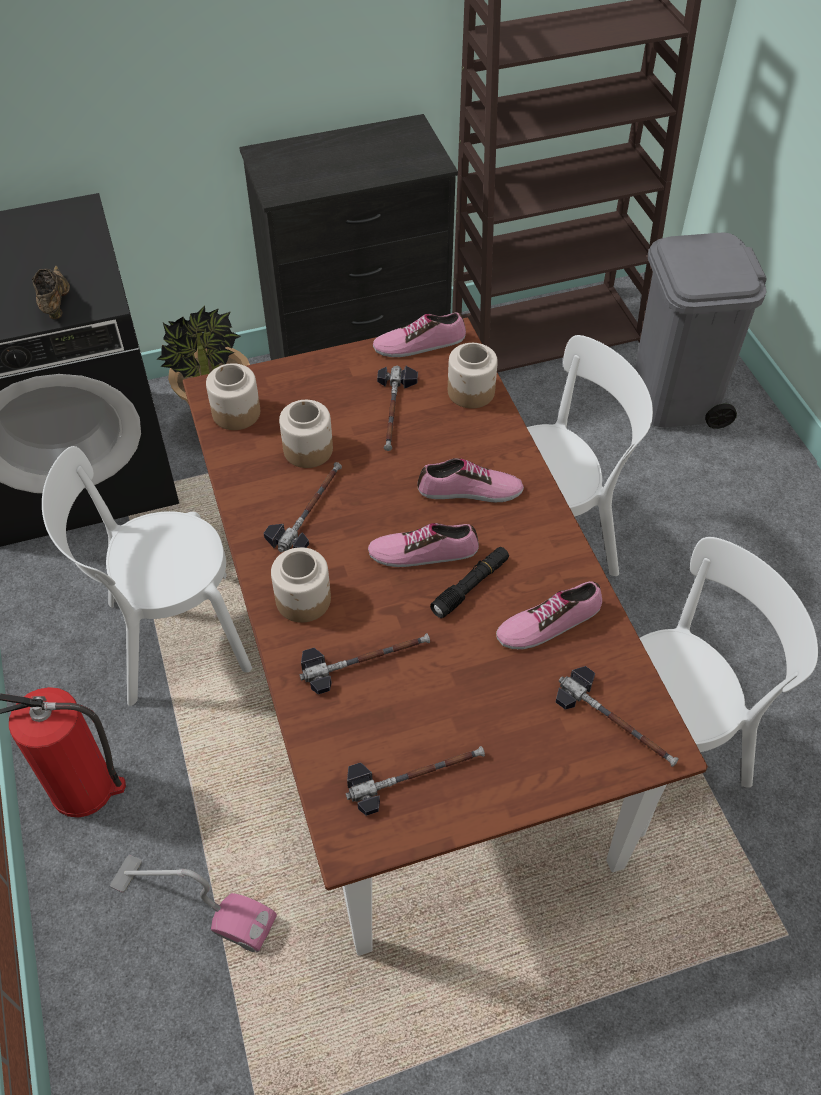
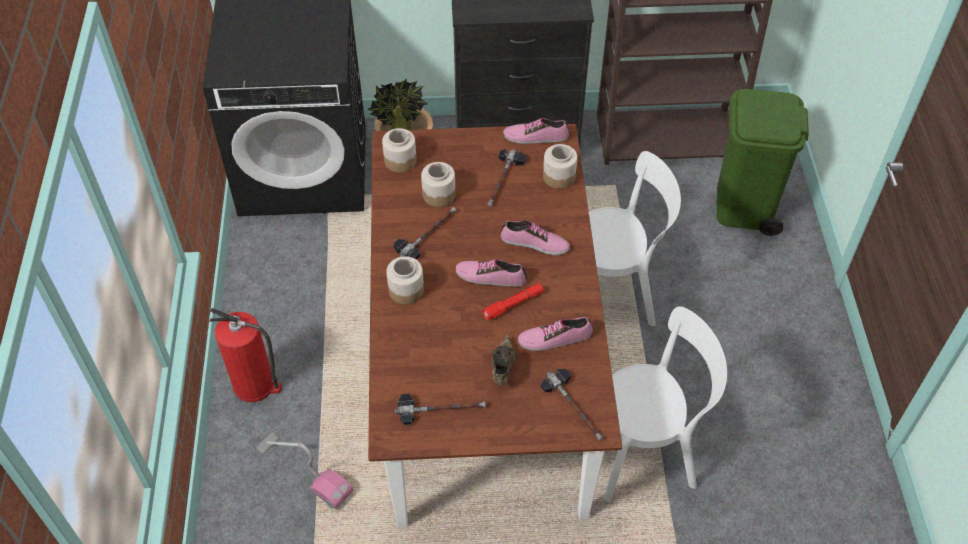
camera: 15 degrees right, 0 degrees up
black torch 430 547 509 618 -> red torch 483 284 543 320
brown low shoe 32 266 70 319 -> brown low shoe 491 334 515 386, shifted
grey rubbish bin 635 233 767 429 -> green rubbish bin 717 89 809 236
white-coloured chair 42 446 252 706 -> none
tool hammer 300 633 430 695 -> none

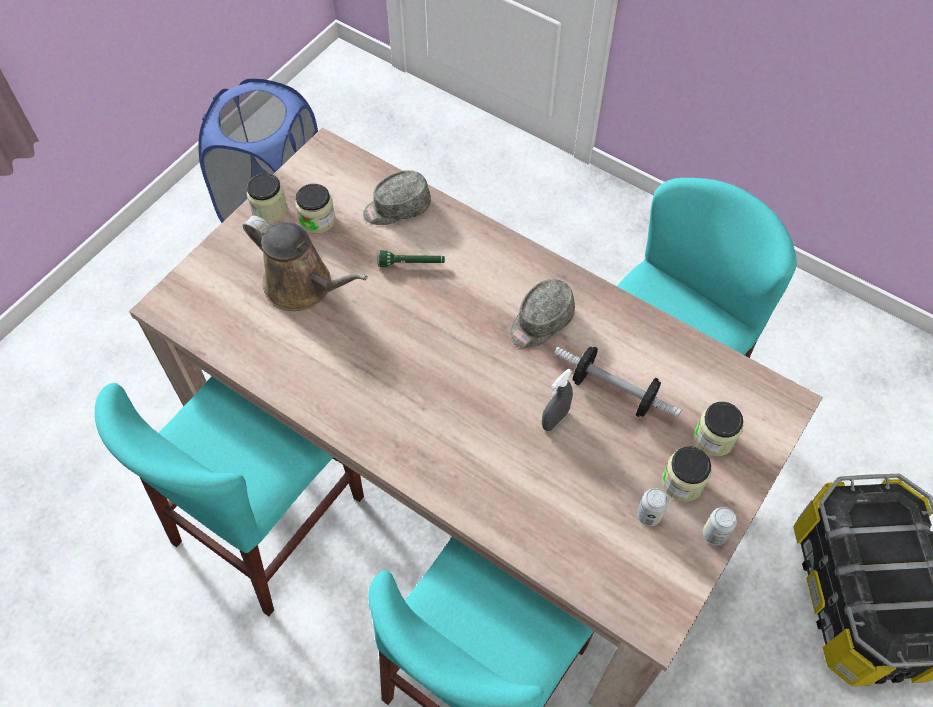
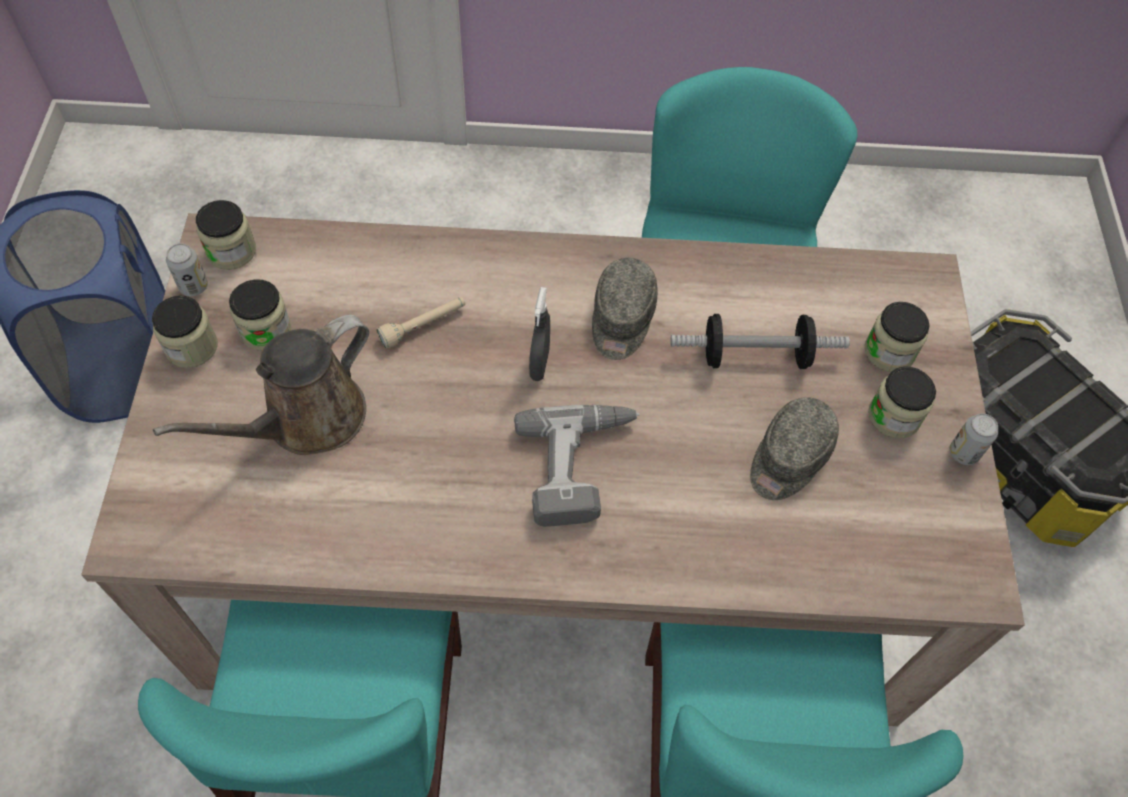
camera: 35 degrees left, 0 degrees up
brown sprinkling can 243 215 368 311 -> brown sprinkling can 153 315 369 455, 135 degrees clockwise
metal can 637 488 669 526 -> metal can 166 243 208 296, shifted
none -> jar 196 200 256 270
green torch 378 250 445 267 -> beige torch 376 297 465 349
none -> electric drill 514 405 639 527
grey sprayer 542 368 573 431 -> grey sprayer 529 287 550 381, shifted
grey peaked cap 363 170 431 225 -> grey peaked cap 750 397 839 500, shifted

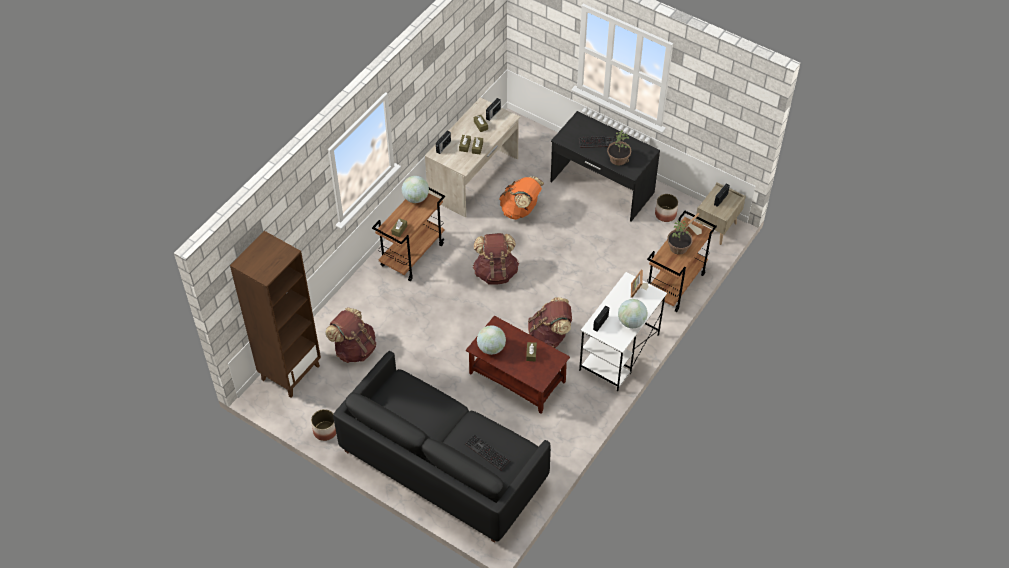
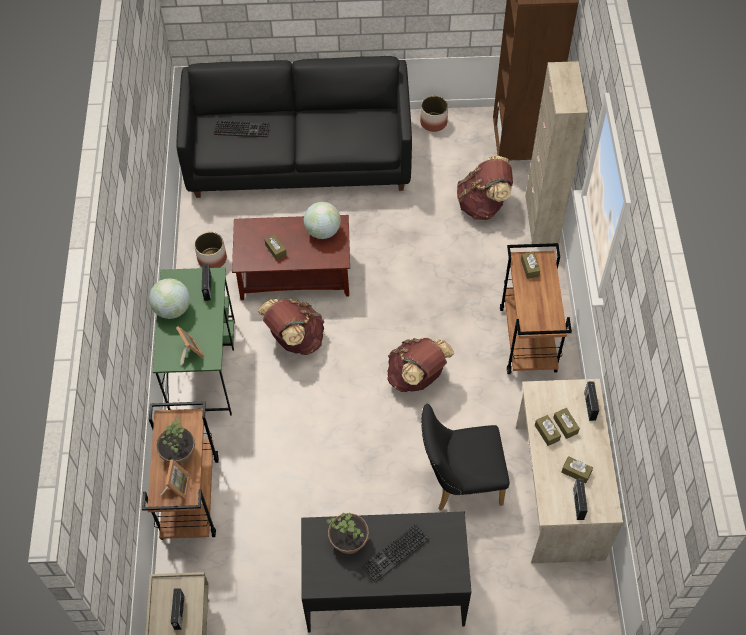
camera: 145 degrees right, 5 degrees up
white-coloured desk table 579 272 667 392 -> green desk table 153 267 235 416
flower pot 655 194 678 222 -> flower pot 194 232 227 268, shifted
orangey backpack 499 176 544 220 -> black chair 421 403 510 511
none -> beige cabinet 525 61 588 244
world globe 402 176 429 203 -> none

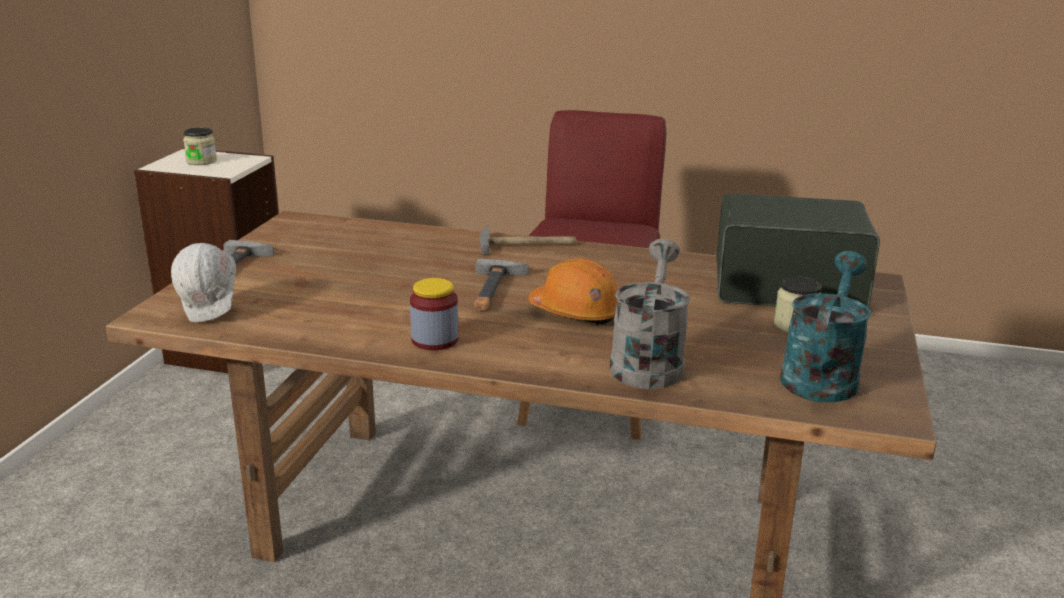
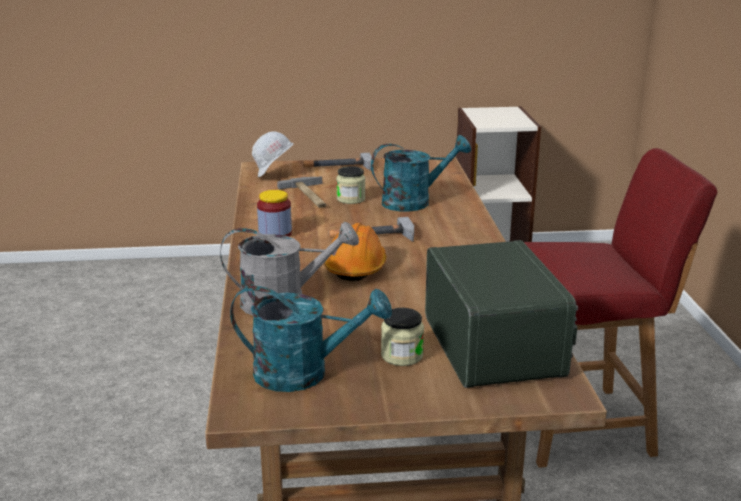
camera: 70 degrees right, 0 degrees up
tool hammer 480 225 576 255 -> tool hammer 277 177 326 208, shifted
jar 183 127 217 165 -> jar 336 166 365 204, shifted
none -> blue-green sprinkling can 371 135 471 212

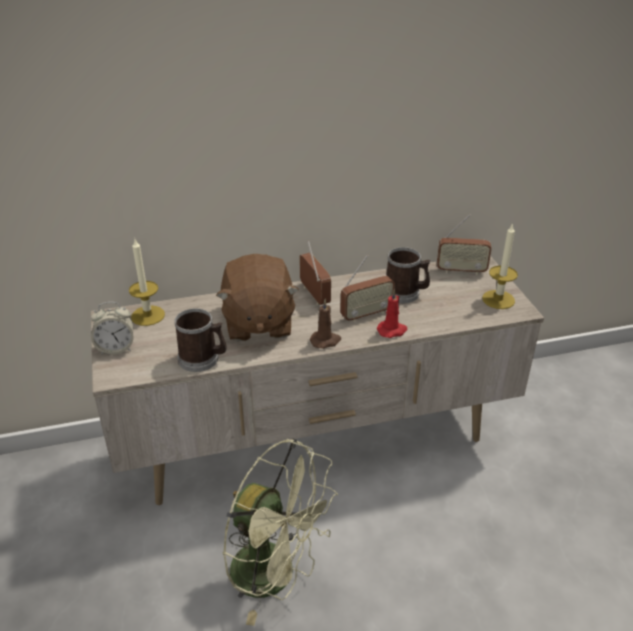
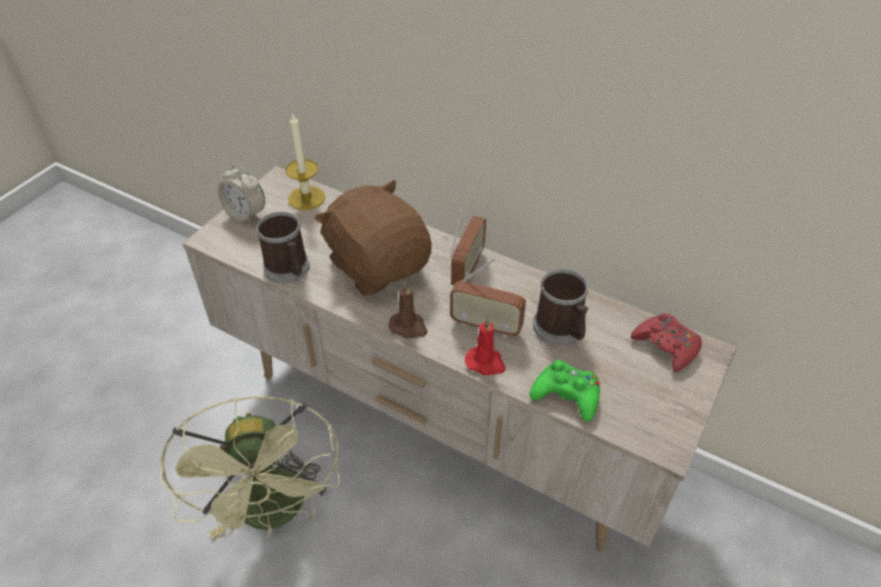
camera: 45 degrees right, 10 degrees up
brown plush toy 216 254 299 341 -> brown plush toy 314 180 432 295, 105 degrees clockwise
none -> green joypad 530 360 600 422
radio receiver 437 214 492 275 -> red joypad 631 314 702 372
candle 482 223 518 309 -> none

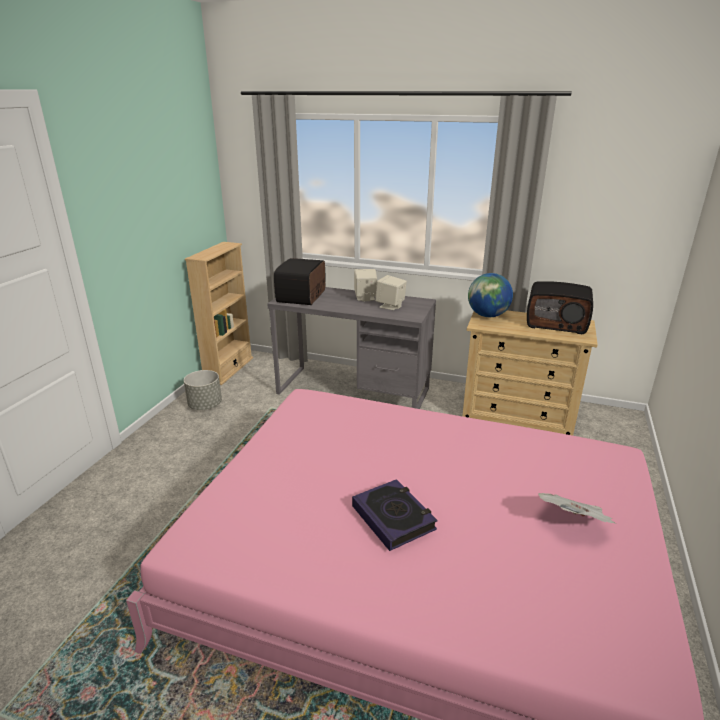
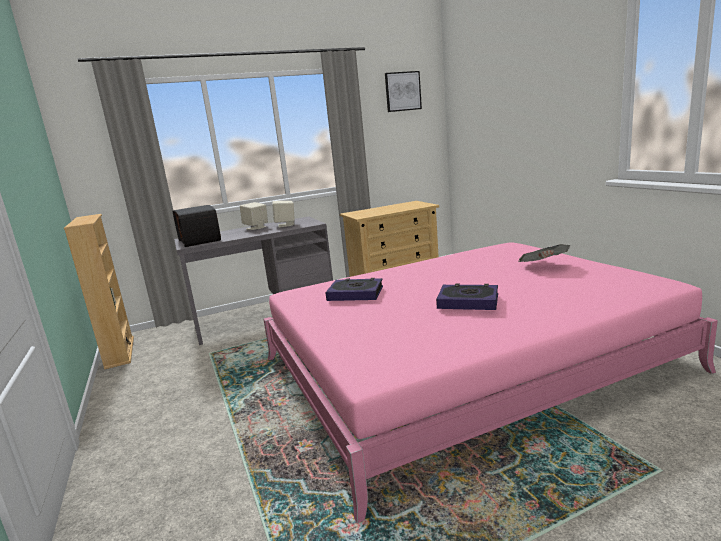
camera: 40 degrees left, 10 degrees down
none -> volume 325 278 383 301
none -> wall art 385 71 422 112
grey flower pot 184 370 222 410 -> none
world globe 468 273 513 317 -> none
radio receiver 527 281 593 334 -> none

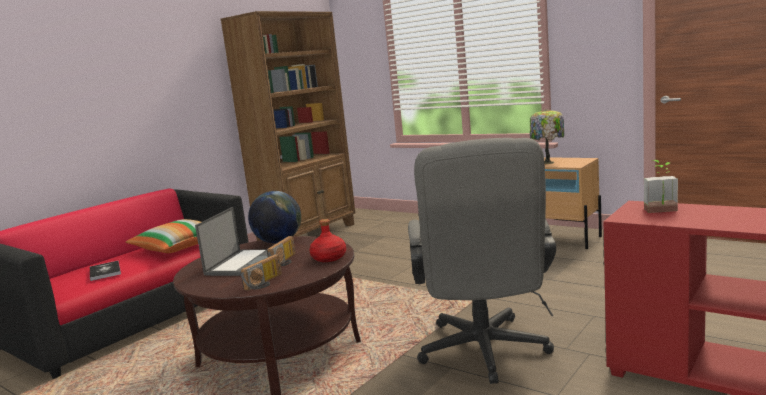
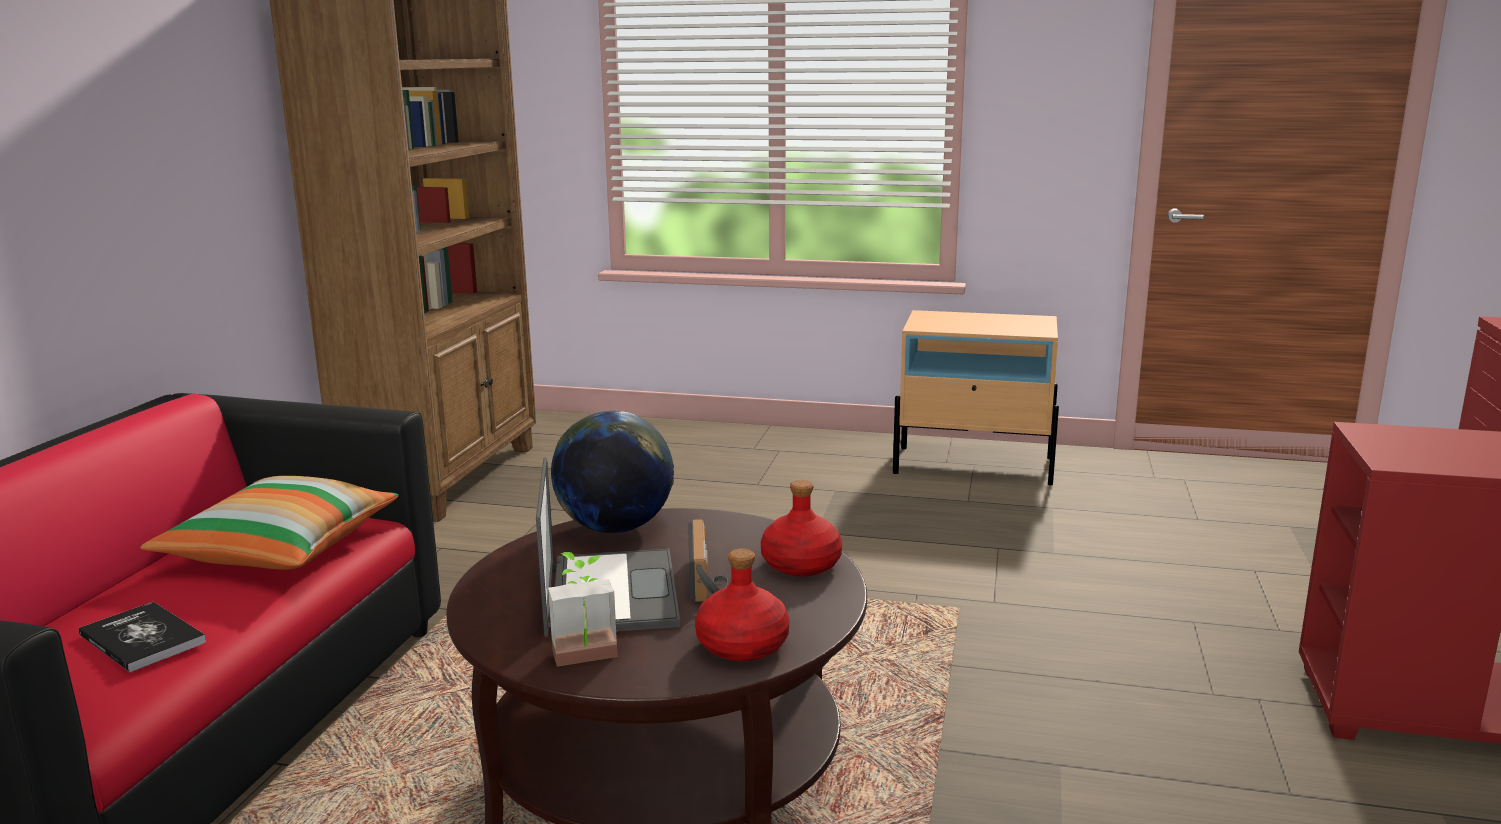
camera: 25 degrees left, 5 degrees up
houseplant 644 160 678 213 -> houseplant 548 552 617 667, shifted
radio receiver 241 254 282 291 -> red beverage bottle 695 549 790 661
grey office chair 408 138 556 384 -> none
table lamp 530 109 564 164 -> none

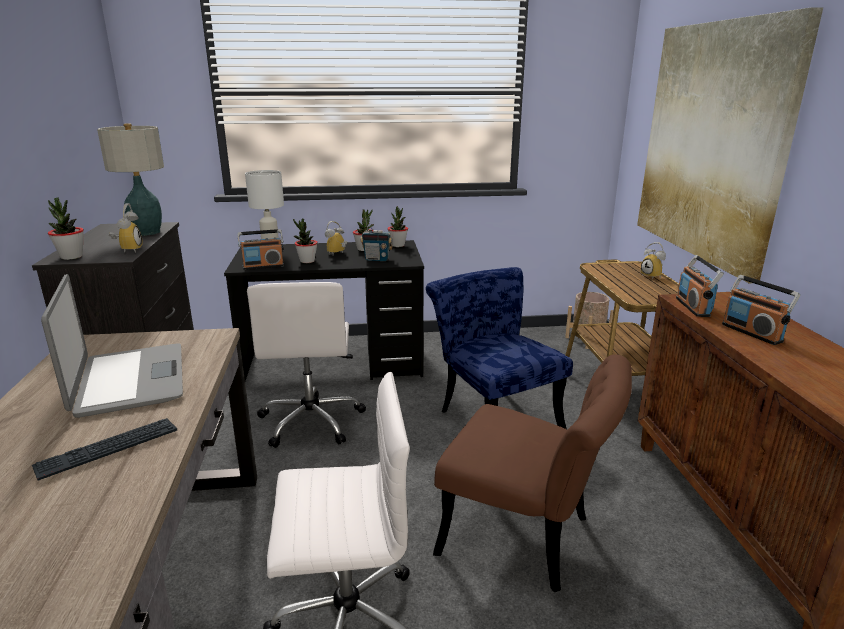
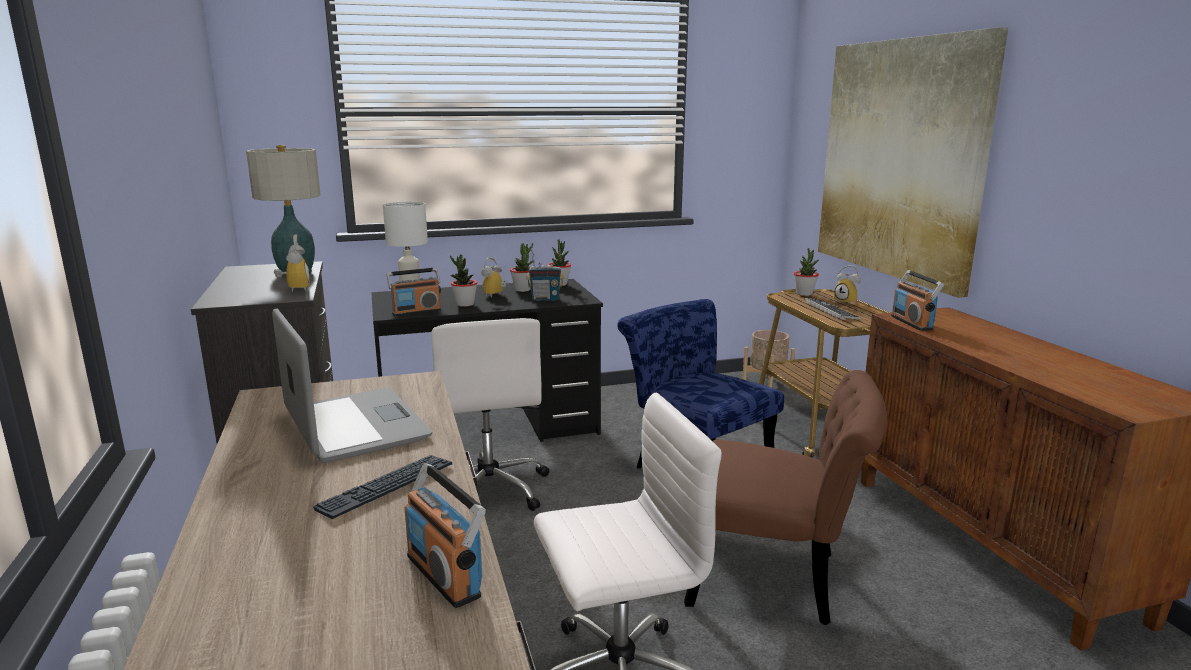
camera: 10 degrees left, 5 degrees down
radio receiver 722 275 800 345 -> radio receiver 404 463 486 608, shifted
houseplant 48 197 84 260 -> houseplant 794 248 819 296, shifted
none -> computer keyboard 805 298 860 320

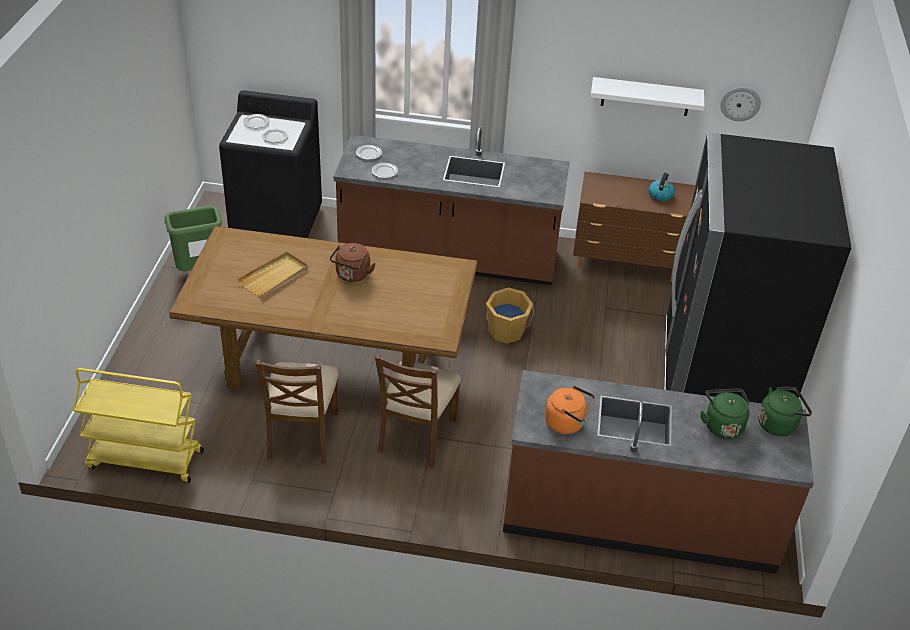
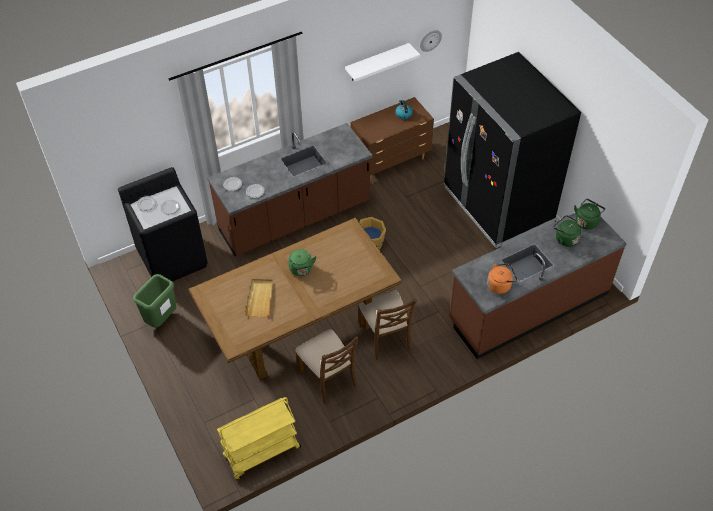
camera: 35 degrees left, 10 degrees up
brown water kettle 330 243 376 282 -> green water kettle 288 249 317 276

